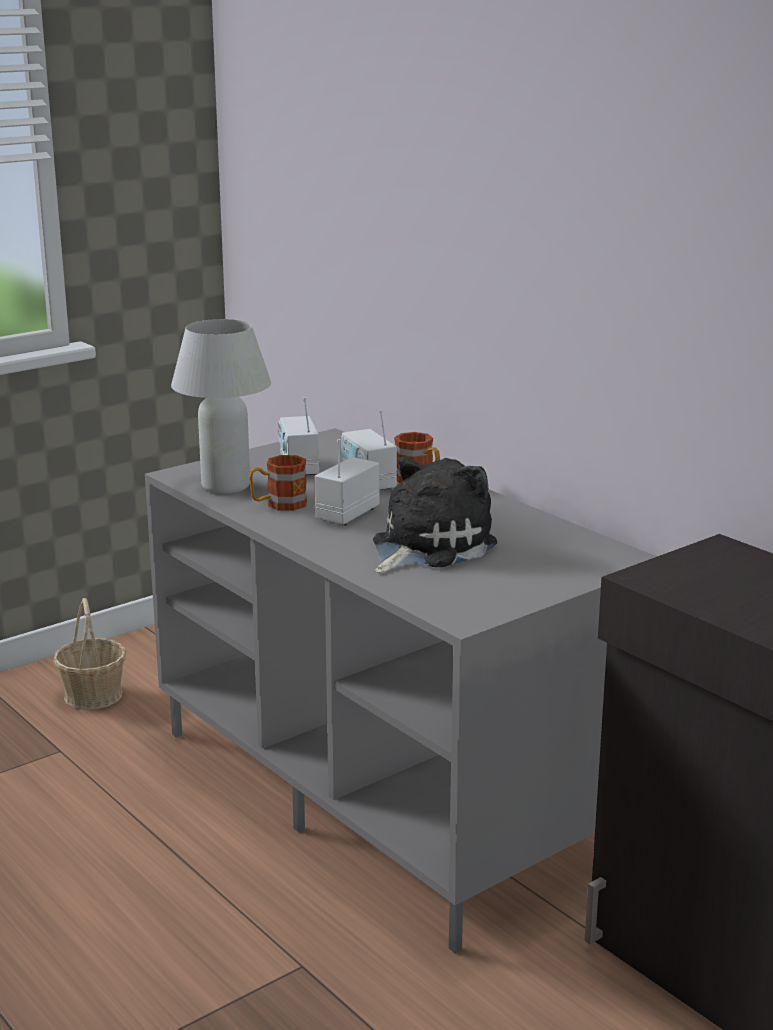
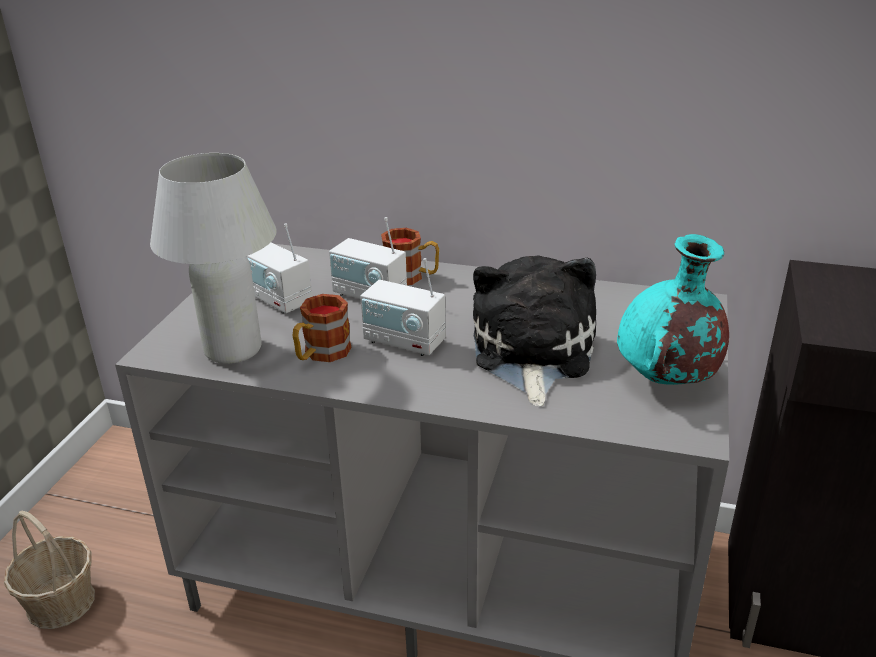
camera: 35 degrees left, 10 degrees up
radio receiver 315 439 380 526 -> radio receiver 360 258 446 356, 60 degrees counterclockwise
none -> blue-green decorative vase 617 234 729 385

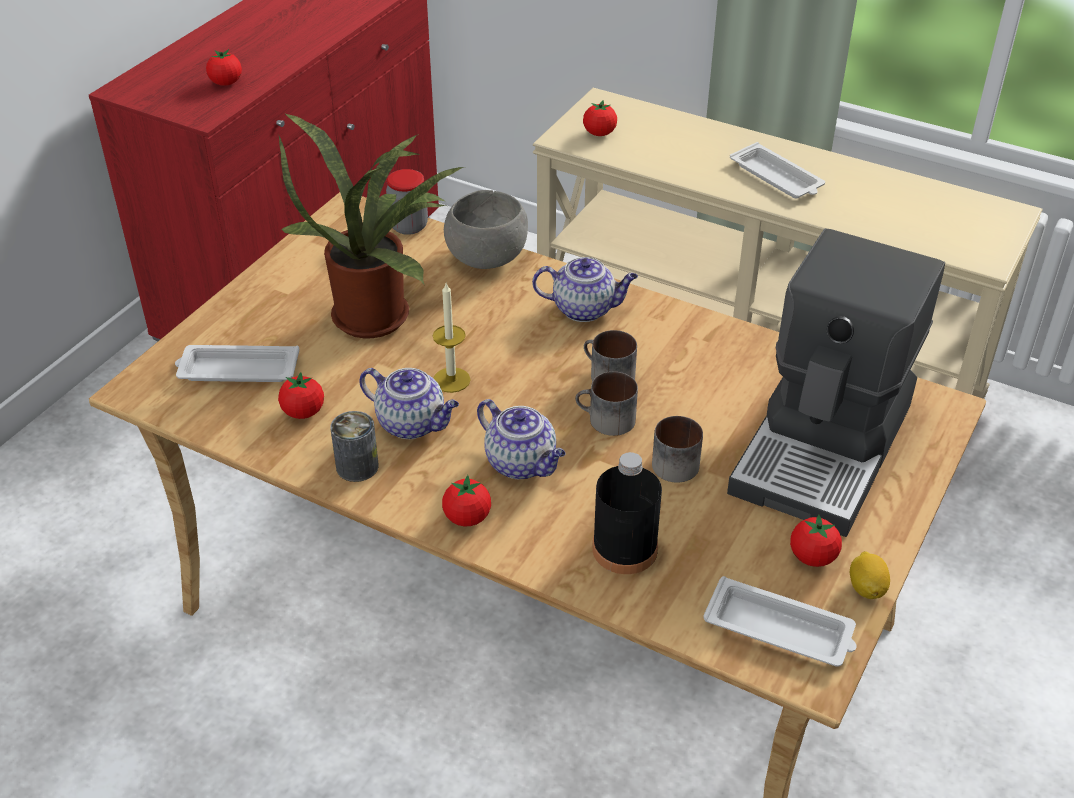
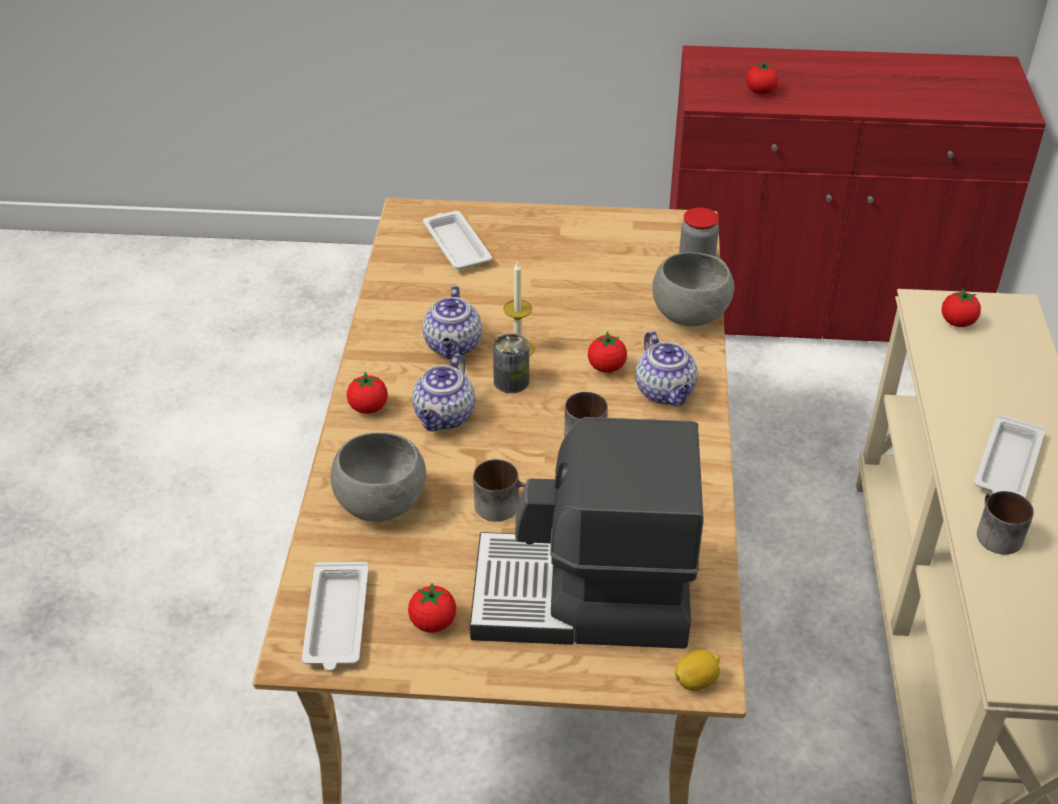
camera: 65 degrees right, 0 degrees up
black beverage bottle 592 452 662 574 -> grey bowl 330 432 426 521
metal can 331 411 379 482 -> metal can 493 333 529 393, shifted
fresh tomato 278 372 324 419 -> fresh tomato 588 331 627 373, shifted
citrus fruit 850 551 890 599 -> citrus fruit 675 650 720 691, shifted
mug 575 372 638 436 -> mug 977 491 1034 554, shifted
houseplant 278 113 467 338 -> none

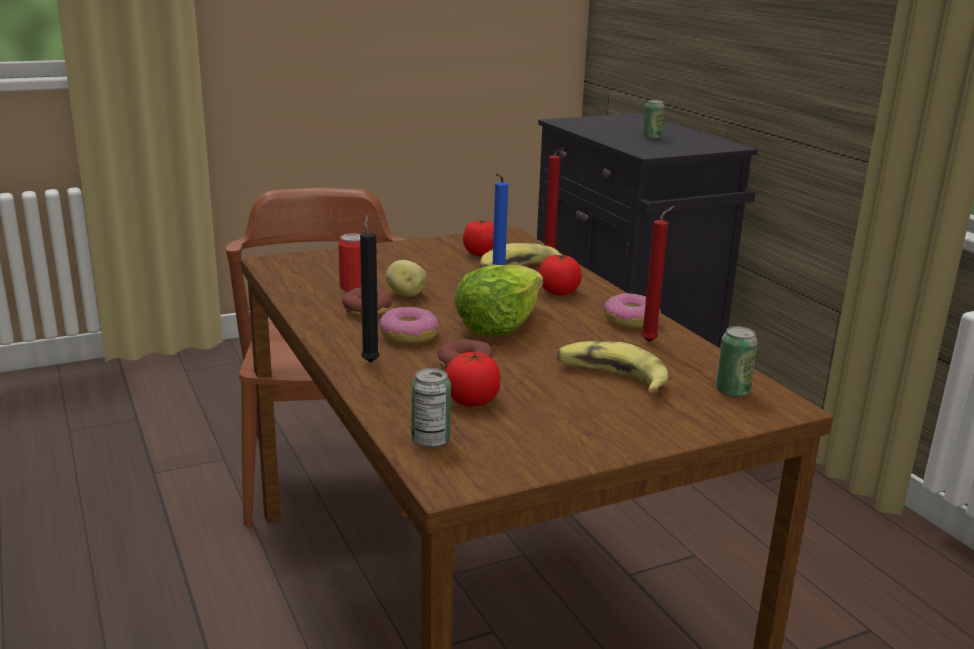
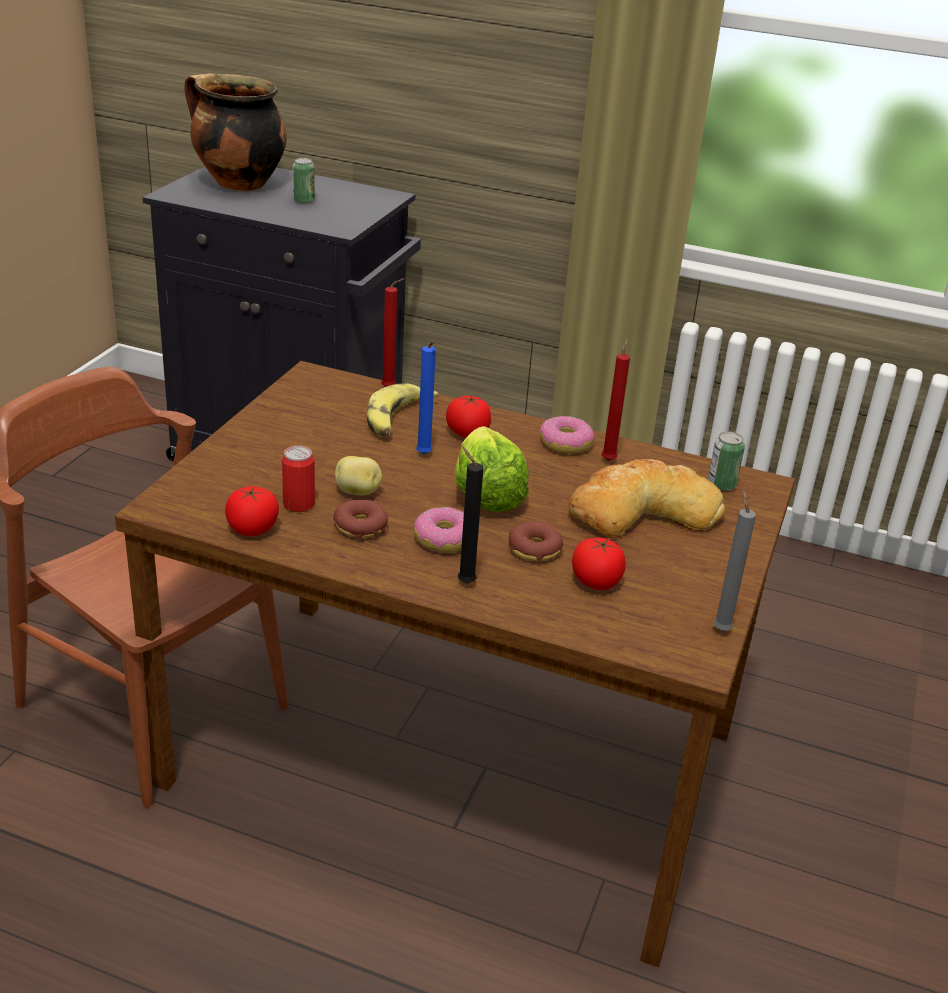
camera: 45 degrees left, 10 degrees up
none -> cooking pot 184 73 287 191
fresh tomato 463 220 494 256 -> fresh tomato 225 486 279 536, shifted
whole banana 557 341 668 394 -> baked bread 568 459 725 538
none -> grey candle 713 490 756 631
metal can 411 368 451 448 -> none

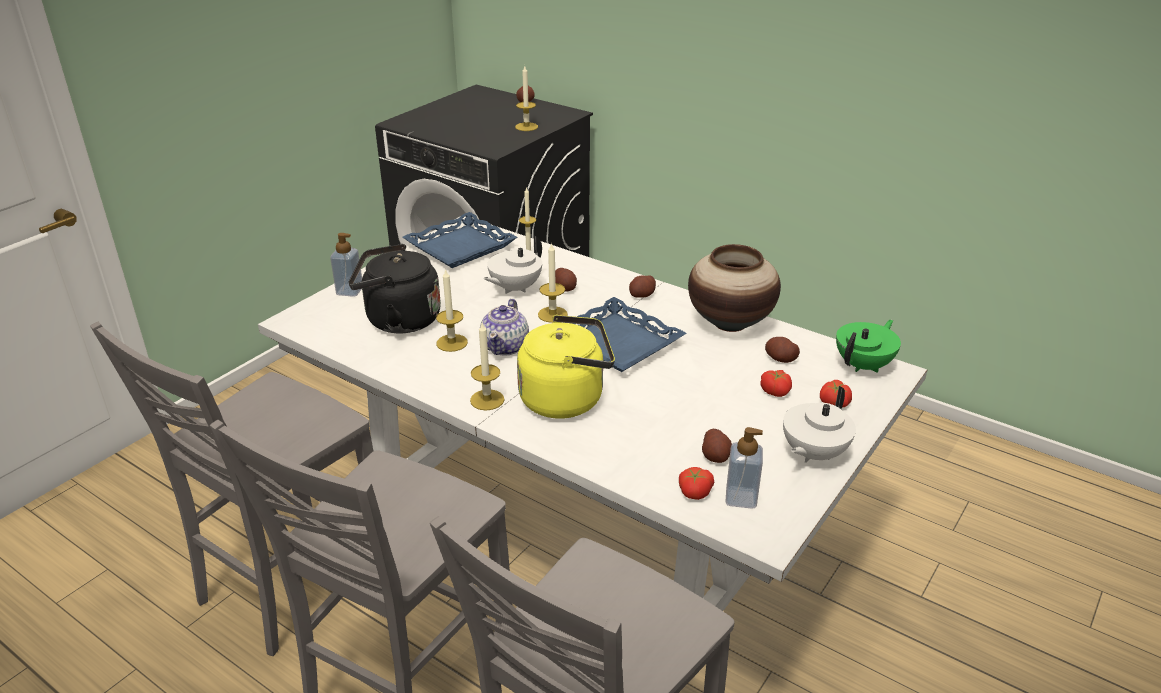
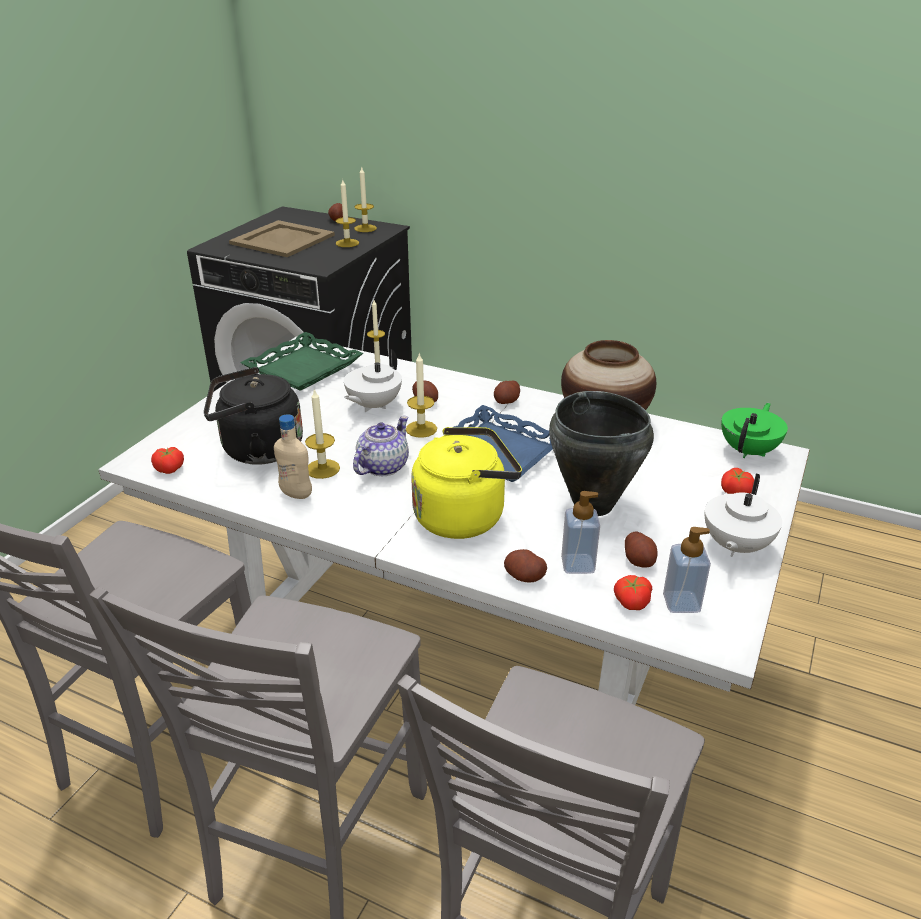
camera: 10 degrees left, 0 degrees up
fresh tomato 760 370 792 397 -> fresh tomato 151 447 184 474, shifted
none -> beige serving tray 229 220 335 257
blue serving tray 403 212 517 268 -> green serving tray 240 332 363 391
none -> beige beverage bottle 274 414 312 499
pot for tea 480 299 529 356 -> pot for tea 353 416 409 476, 150 degrees counterclockwise
candle 470 323 504 410 -> candle 354 166 377 232, shifted
whole potato 765 337 800 363 -> whole potato 504 549 547 583, shifted
none -> black cooking pot 549 391 654 516
soap dispenser 330 233 362 297 -> soap dispenser 561 491 600 574, shifted

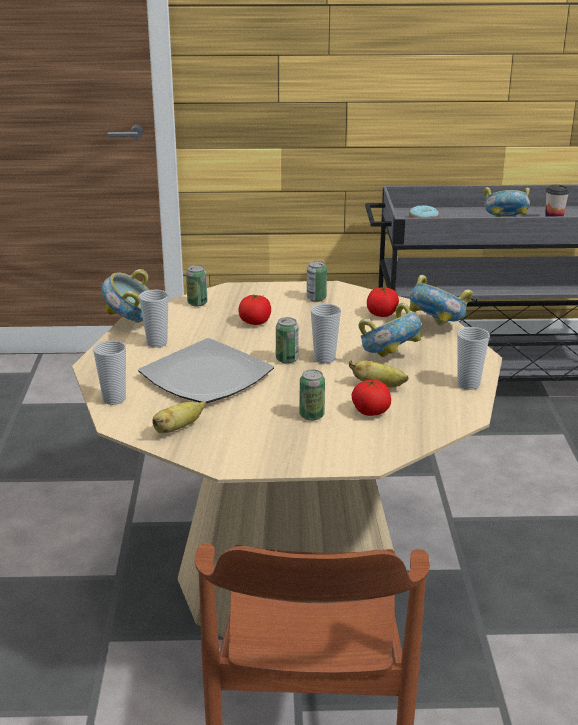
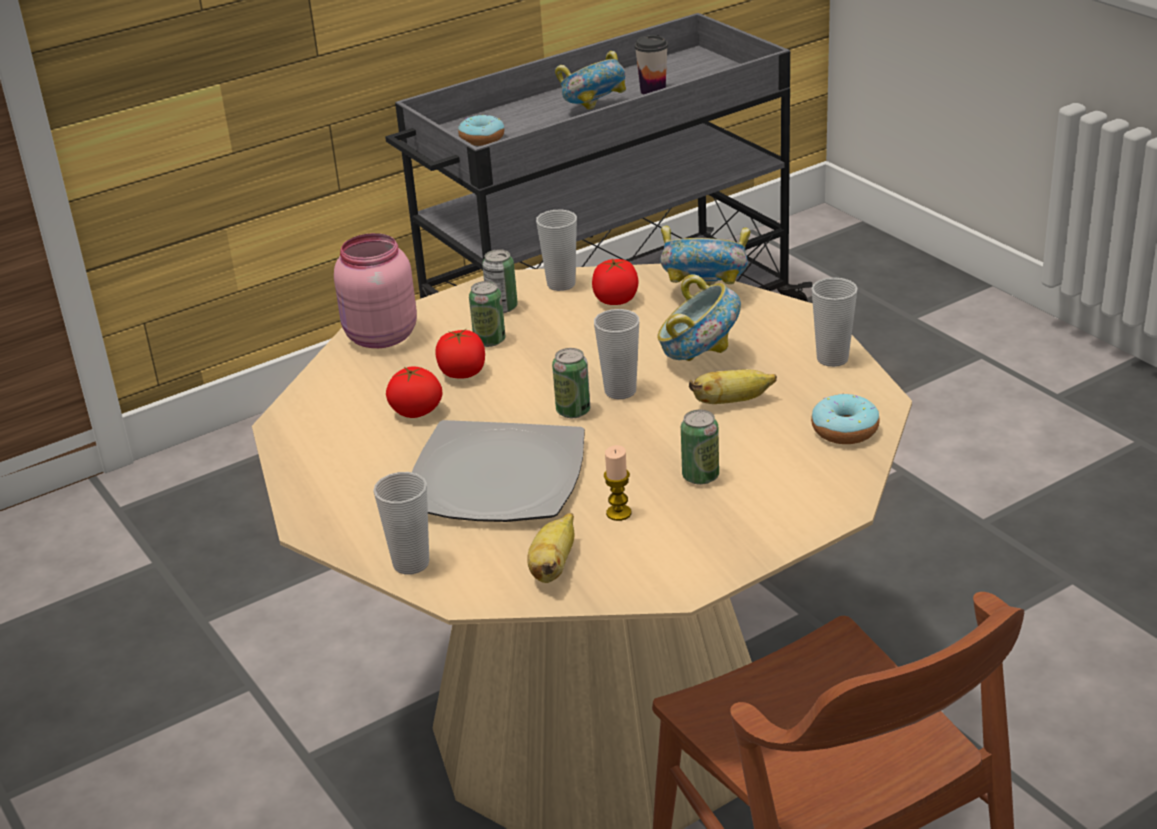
camera: 30 degrees left, 5 degrees up
none -> pink-coloured jar 334 233 417 348
fresh tomato 352 379 391 416 -> fresh tomato 386 366 442 418, shifted
metal can 186 265 208 307 -> metal can 469 281 505 347, shifted
small cup 139 289 169 348 -> small cup 536 209 577 291, shifted
none -> candle 604 445 631 521
none -> ring doughnut 811 393 880 444
bowl 102 269 149 323 -> none

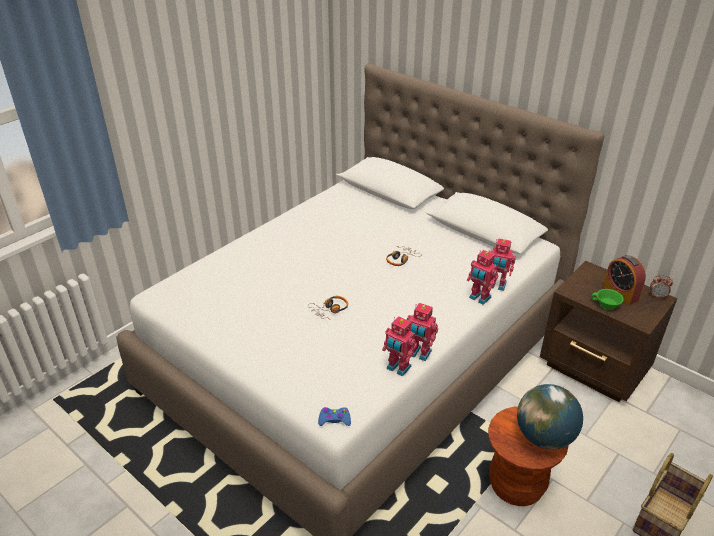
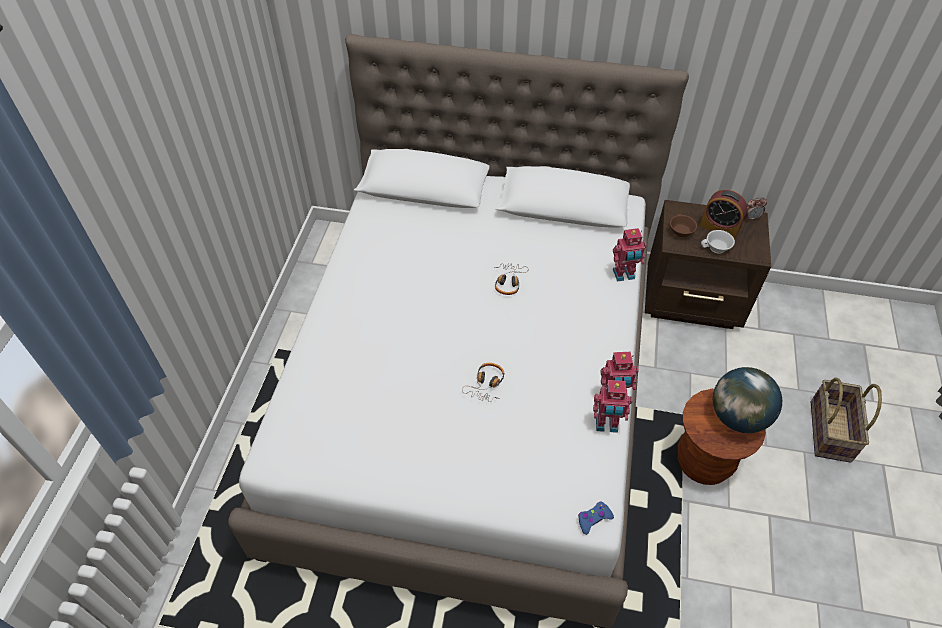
camera: 30 degrees left, 15 degrees up
none -> brown small cup 670 214 697 238
green small cup 591 289 624 310 -> white-coloured small cup 701 230 735 254
toy robot 467 250 498 305 -> none

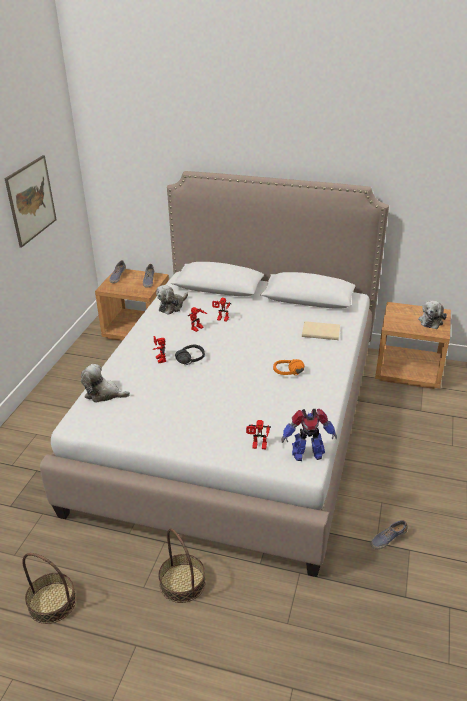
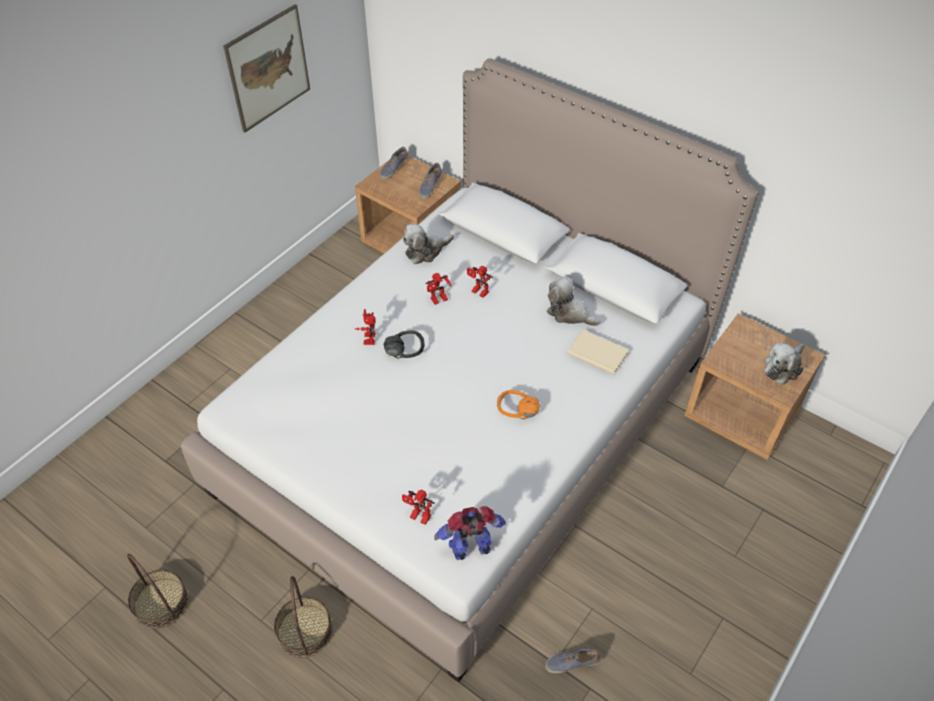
camera: 20 degrees right, 15 degrees up
toy robot 281 409 337 461 -> toy robot 434 506 506 560, 150 degrees clockwise
plush toy 81 364 130 403 -> plush toy 547 276 600 326, shifted

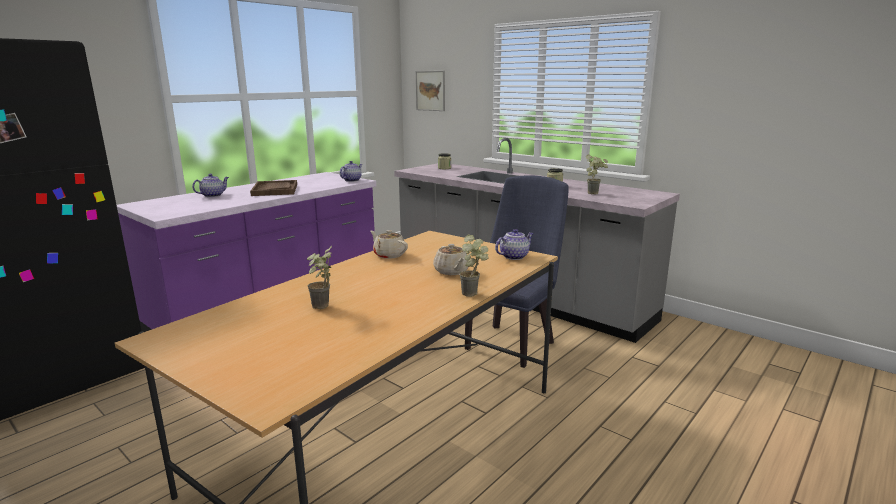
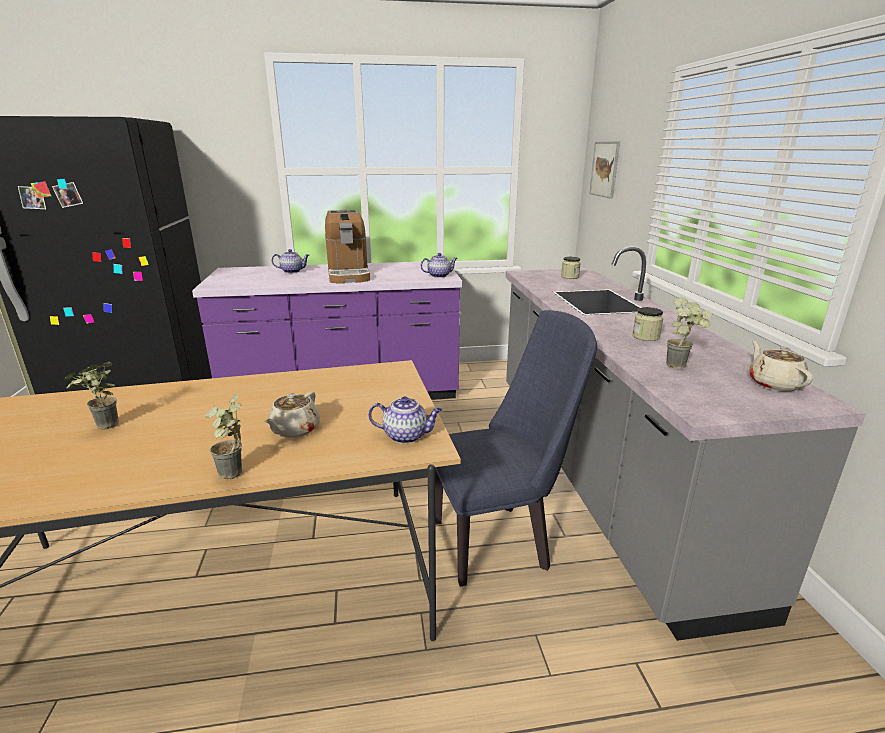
camera: 40 degrees right, 5 degrees up
brown serving tray 250 180 297 196 -> coffee maker 325 209 370 284
beige pot for tea 370 230 408 259 -> beige pot for tea 749 341 813 392, shifted

